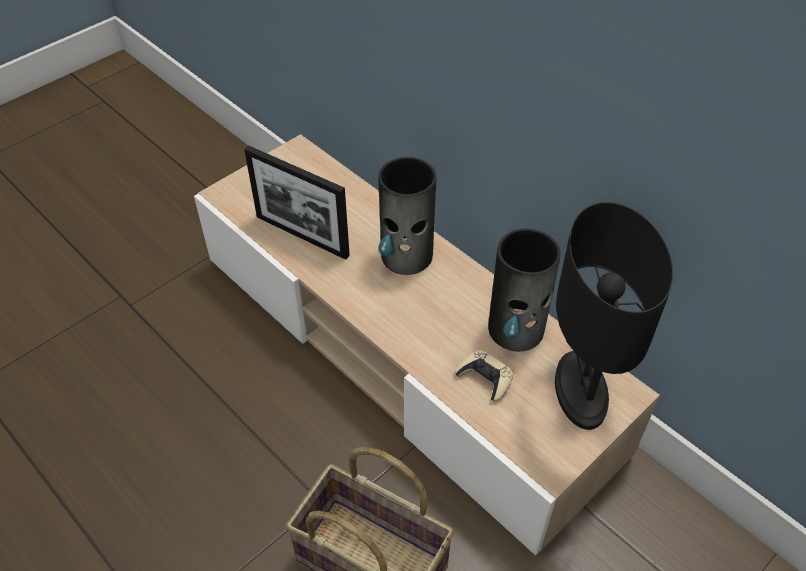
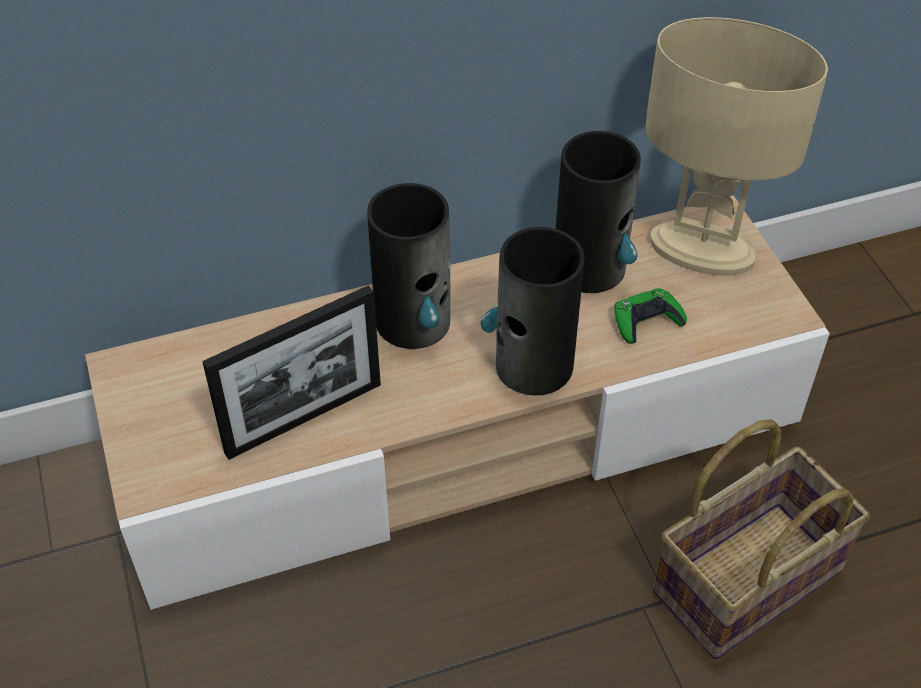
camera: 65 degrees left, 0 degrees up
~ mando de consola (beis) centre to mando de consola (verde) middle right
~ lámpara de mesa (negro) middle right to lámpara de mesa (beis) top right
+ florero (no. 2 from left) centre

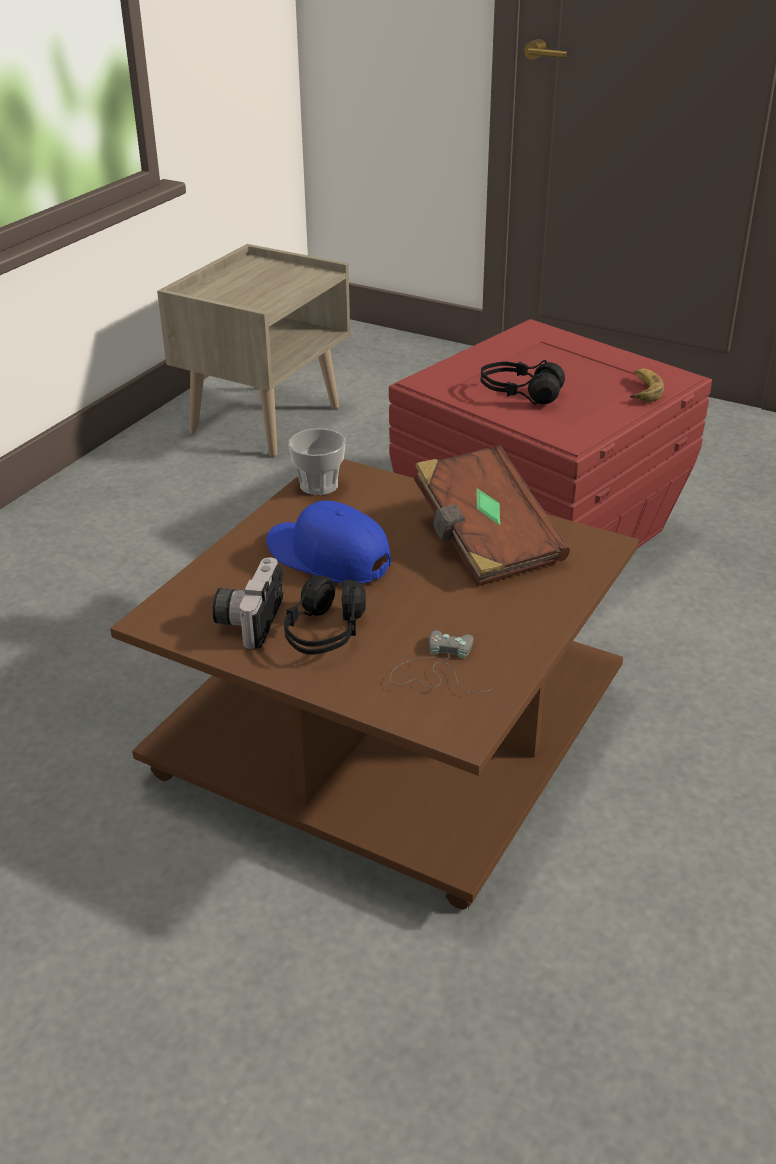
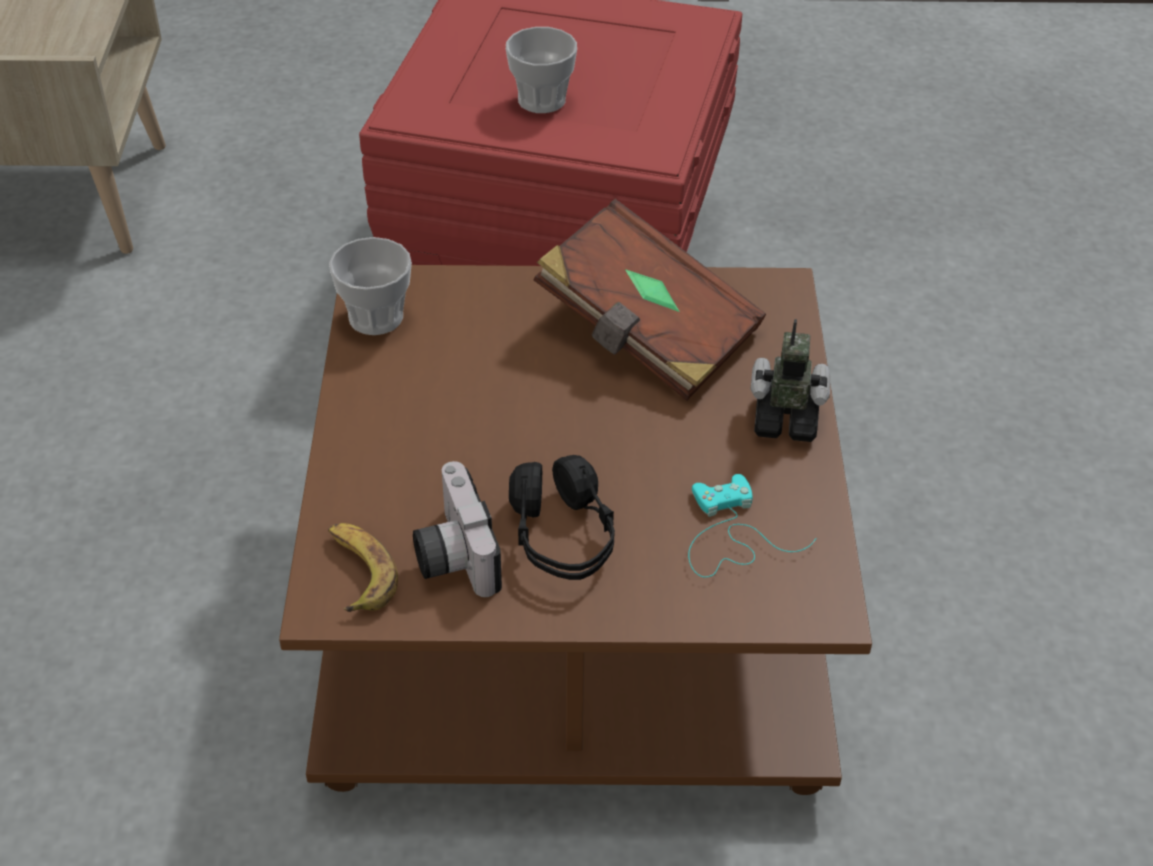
camera: 30 degrees left, 10 degrees up
- gorra (azul) centre
~ mando de consola (gris) centre to mando de consola (turquesa) centre
~ auriculares (negro) (no. 2 from left) top right to taza (no. 2 from left) top centre
~ plátano top right to middle left
+ robot de juguete middle right

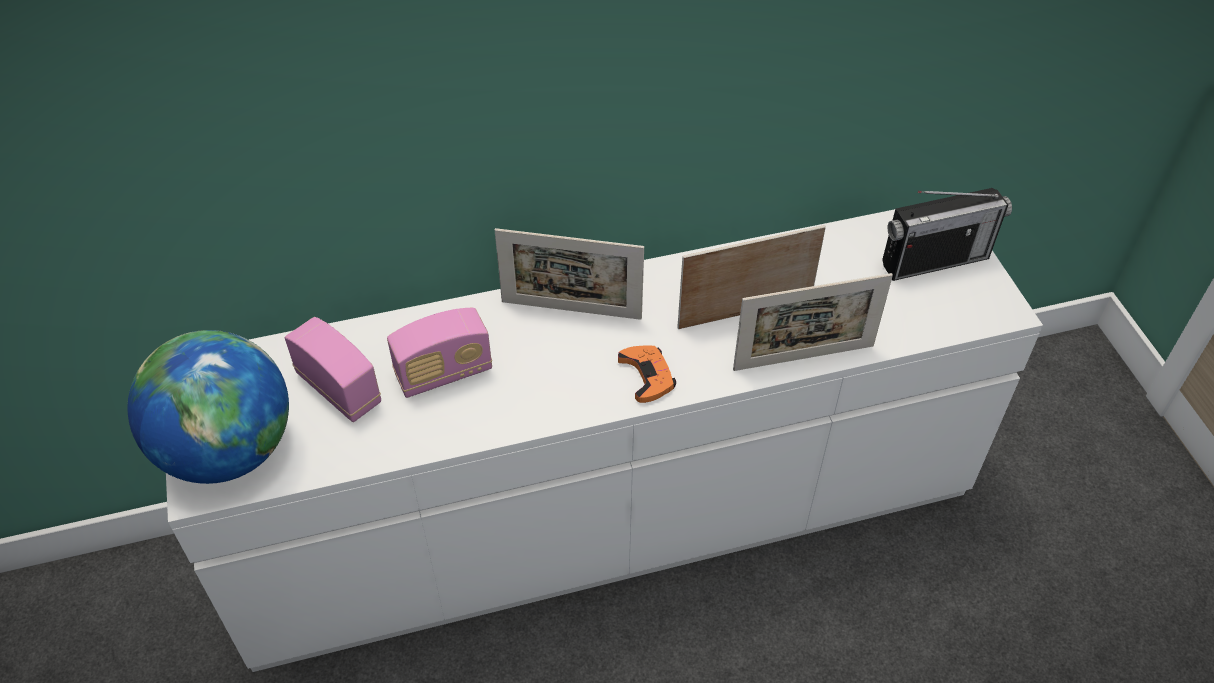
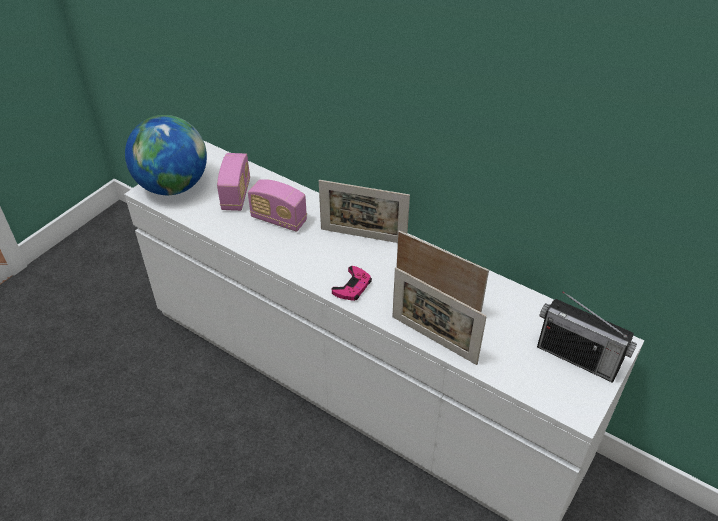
camera: 50 degrees right, 5 degrees down
~ portarretratos (no. 1 from left) centre = centre 45 degrees counterclockwise
~ mando de consola (naranja) centre to mando de consola (rosa) centre

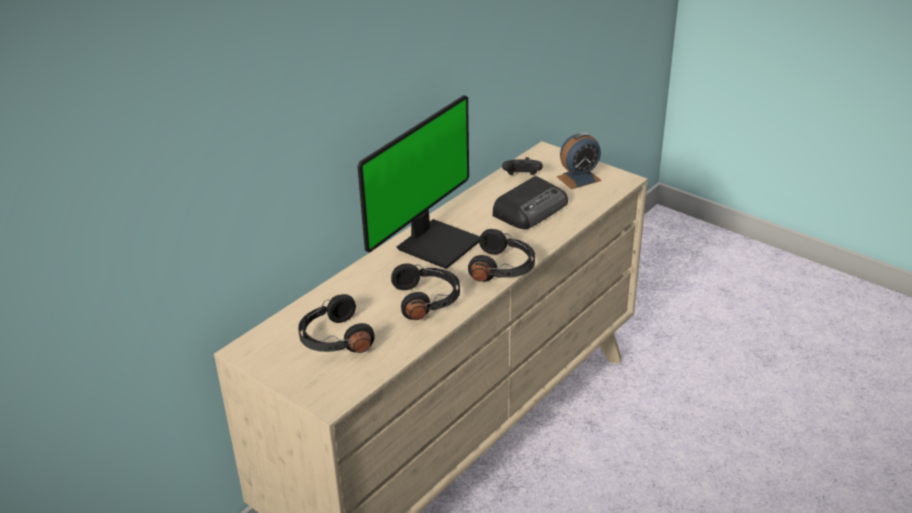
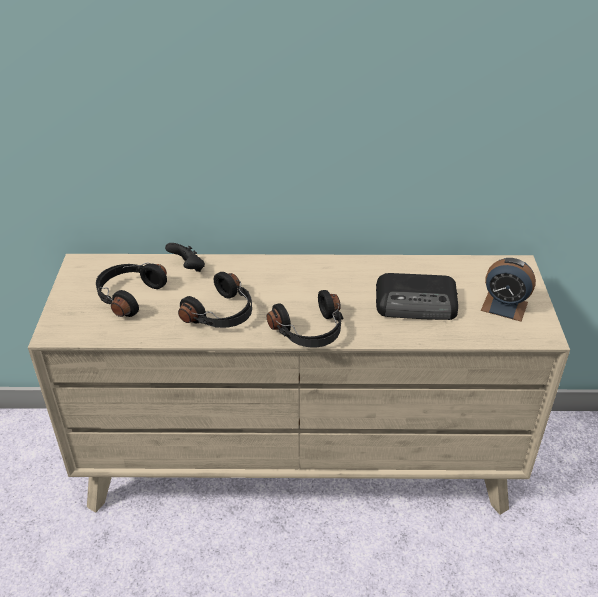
camera: 50 degrees right, 5 degrees up
- monitor centre
~ mando de consola (negro) top centre to middle left

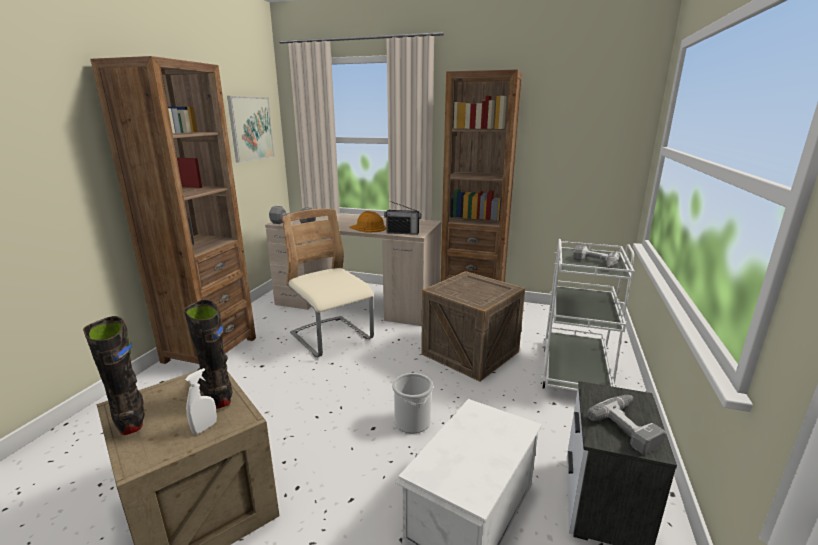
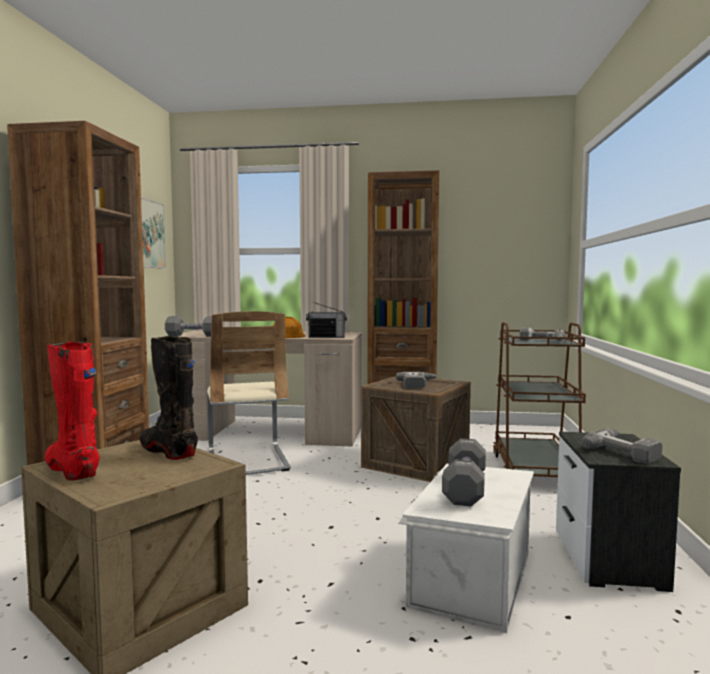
camera: 10 degrees left, 15 degrees down
~ bota (negro) (no. 1 from left) bottom left to bota (rojo) middle left
- pulverizador (blanco) bottom left
~ silla (beis) centre = centre 150 degrees counterclockwise
- cubo bottom centre
~ carrito (blanco) middle right to carrito (marrón) middle right
+ taladro (no. 1 from left) centre
+ mancuerna (gris) (no. 2 from left) bottom centre

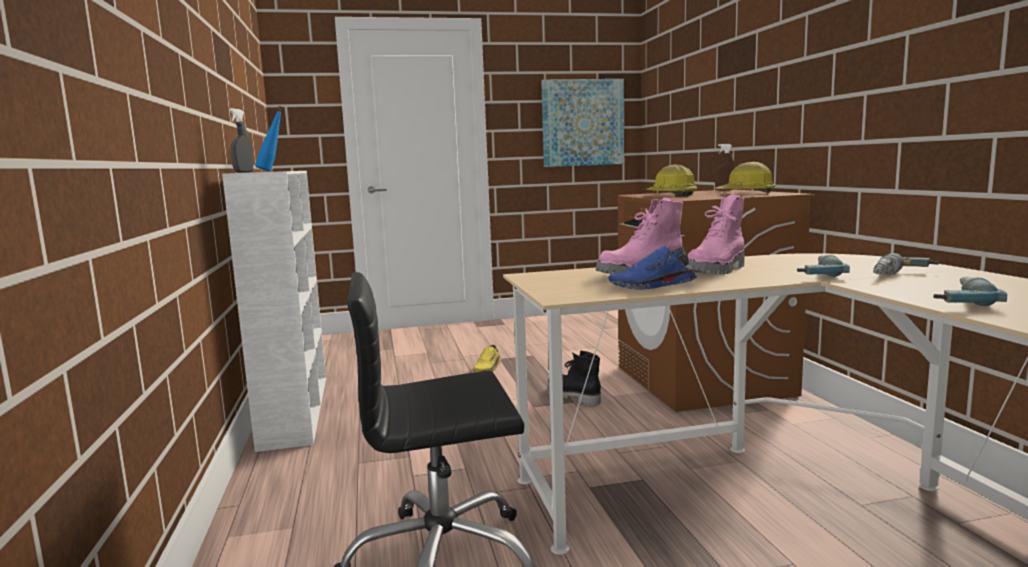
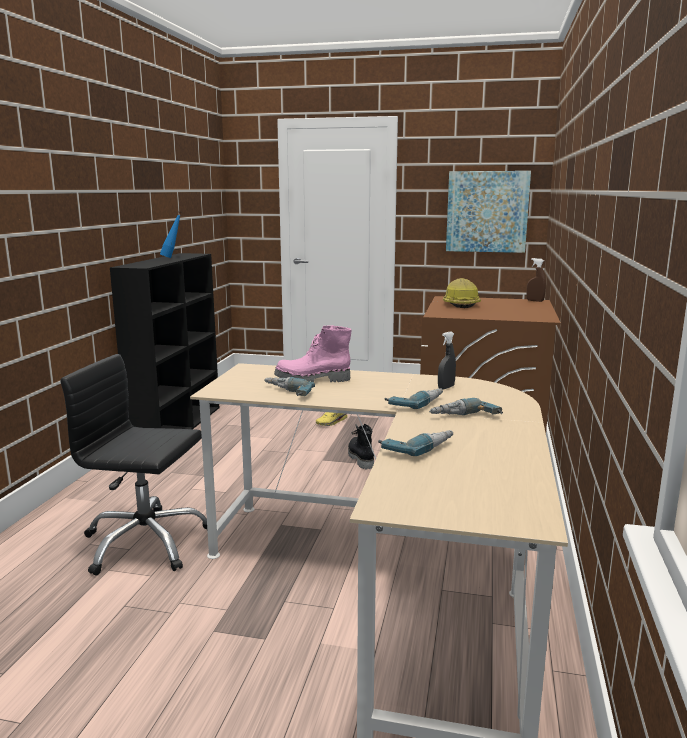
camera: 25 degrees right, 5 degrees up
~ estantería (blanco) middle left to estantería (negro) middle left
~ pulverizador (gris) top left to centre
~ zapato (azul) centre to taladro (no. 1 from left) centre
- bota (rosa) (no. 2 from left) middle right
- casco (no. 2 from left) top right

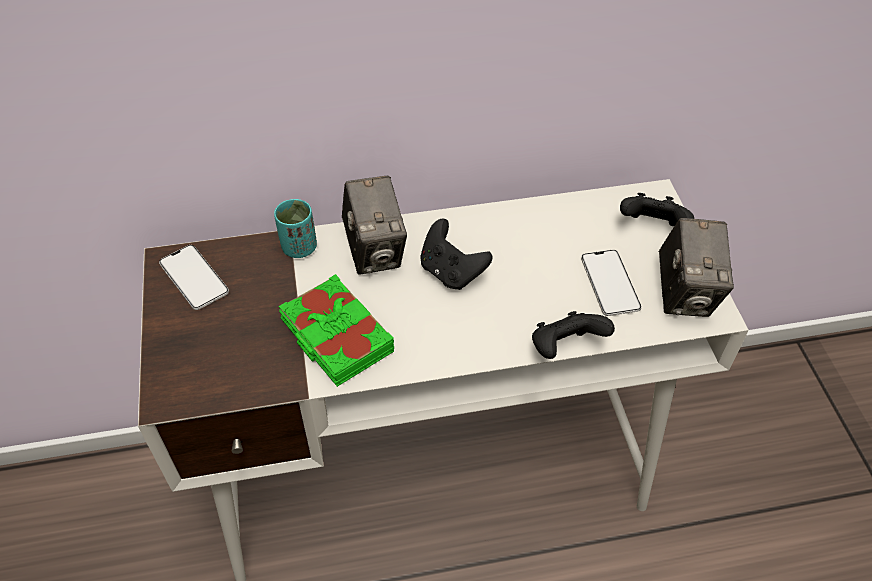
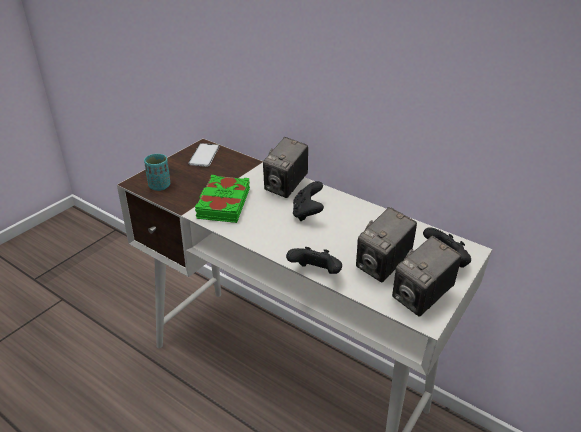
camera: 45 degrees right, 15 degrees down
~ taza (turquesa) centre to middle left
~ móvil (no. 2 from left) middle right to cámara (no. 2 from left) centre

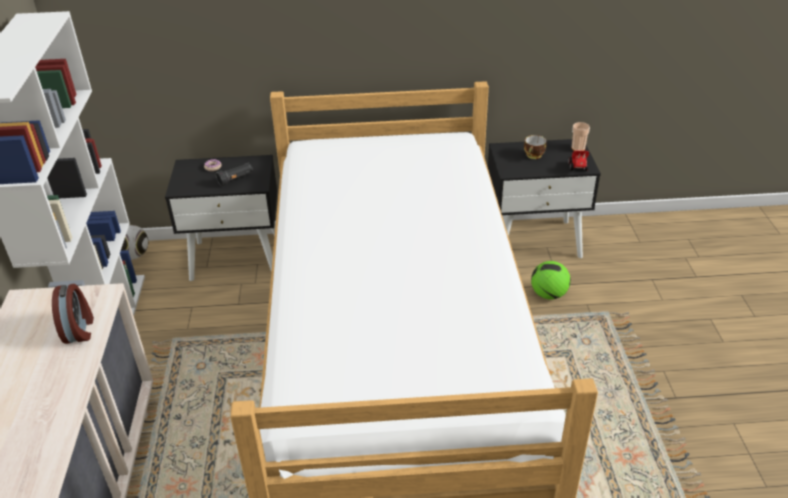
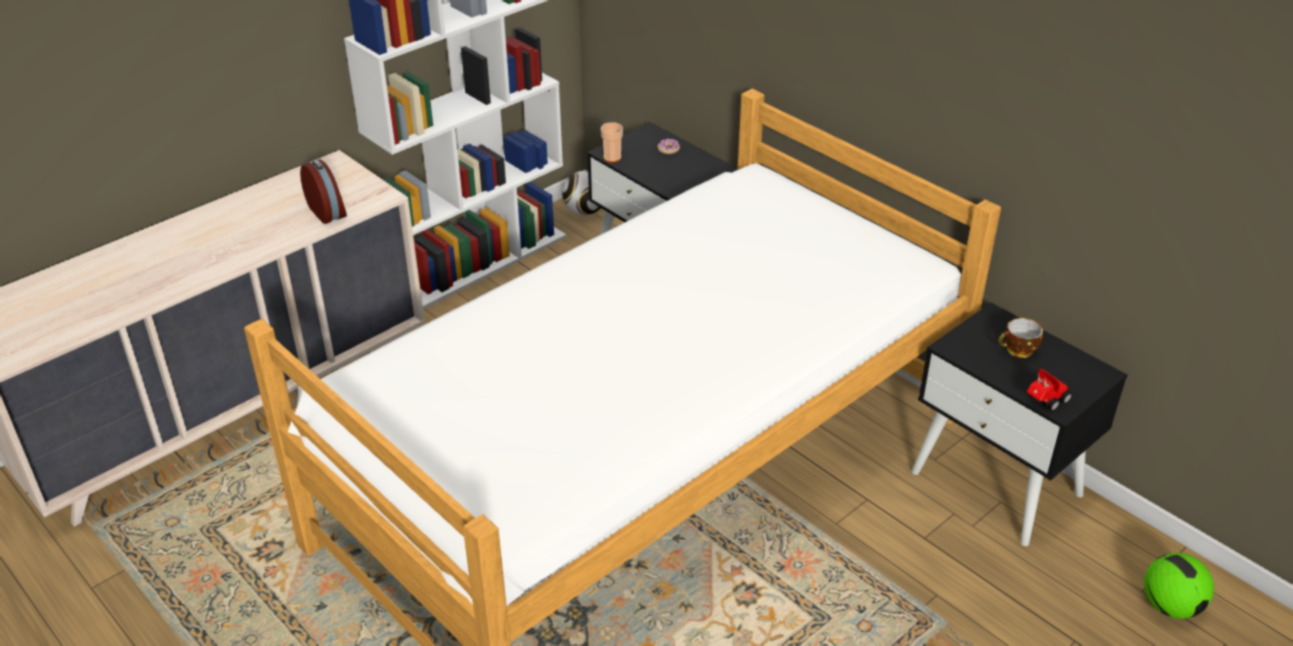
camera: 50 degrees right, 0 degrees up
~ despertador middle left = top left 75 degrees counterclockwise
- linterna (negro) middle left
~ balón de fútbol (no. 2 from left) middle right to bottom right
~ taza (no. 2 from left in the first image) top right to taza (no. 1 from left) top centre

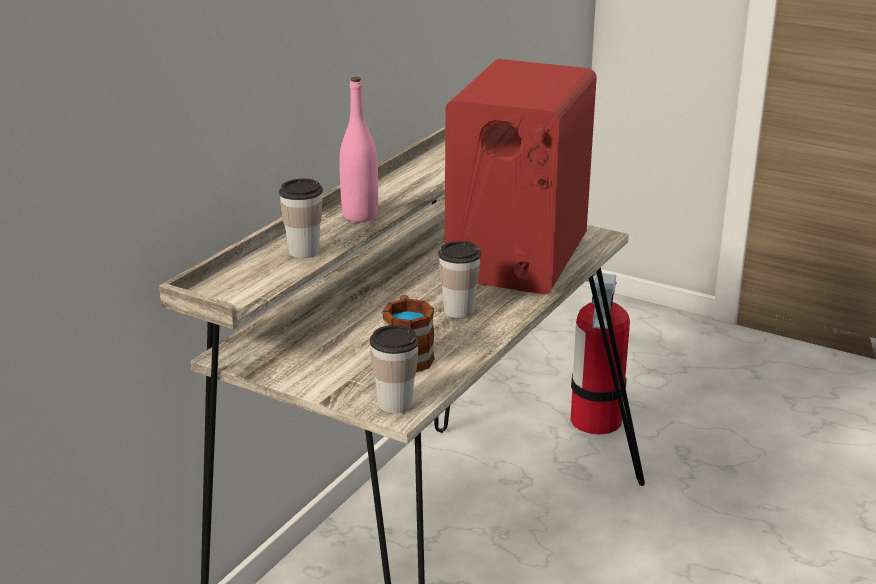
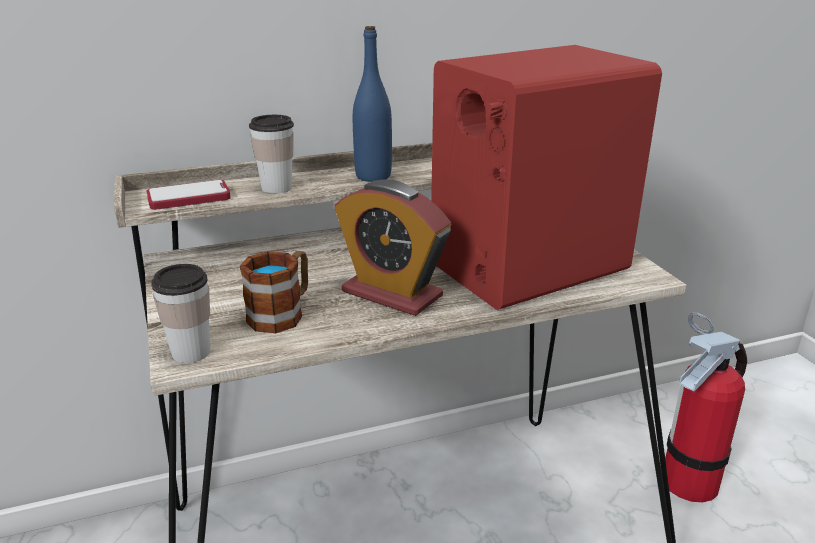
camera: 40 degrees right, 0 degrees up
~ botella (rosa) top centre to botella (azul) top centre
~ taza (no. 3 from left) centre to despertador centre
+ móvil middle left

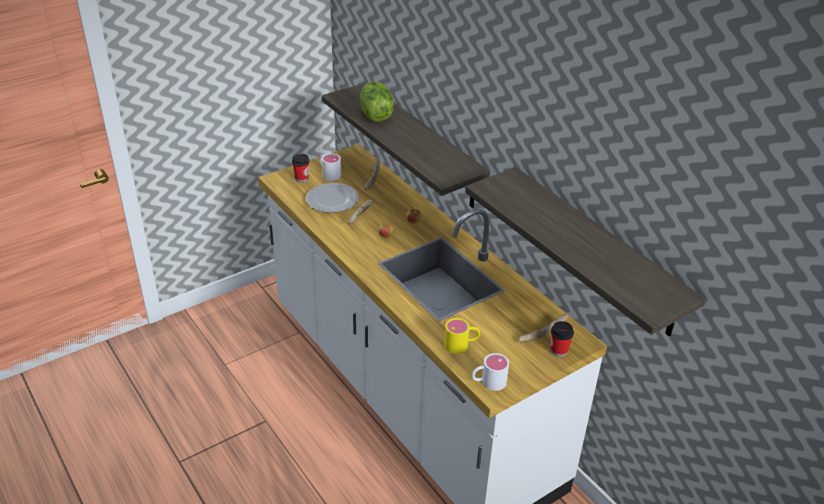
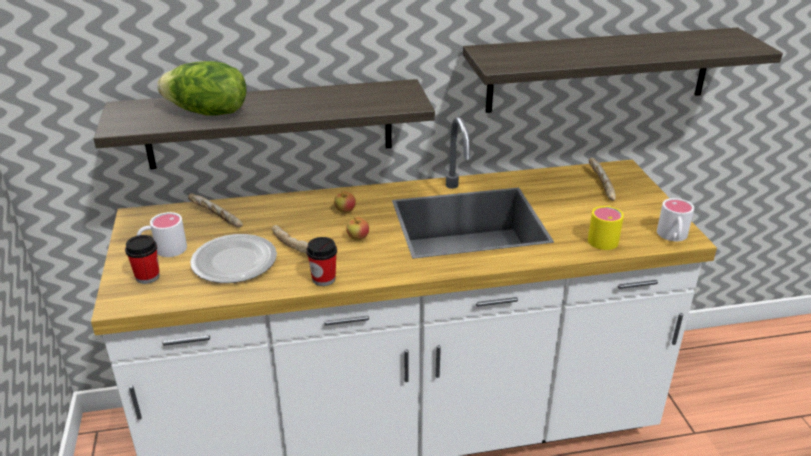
camera: 65 degrees left, 5 degrees down
~ taza (no. 2 from left) bottom right to centre

